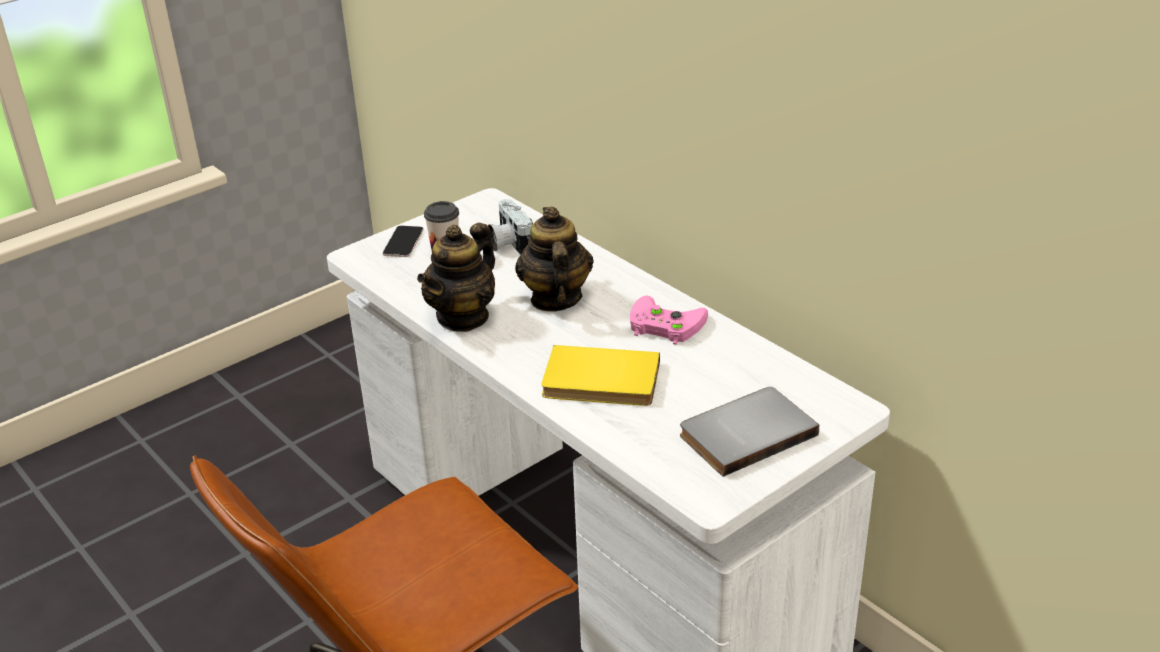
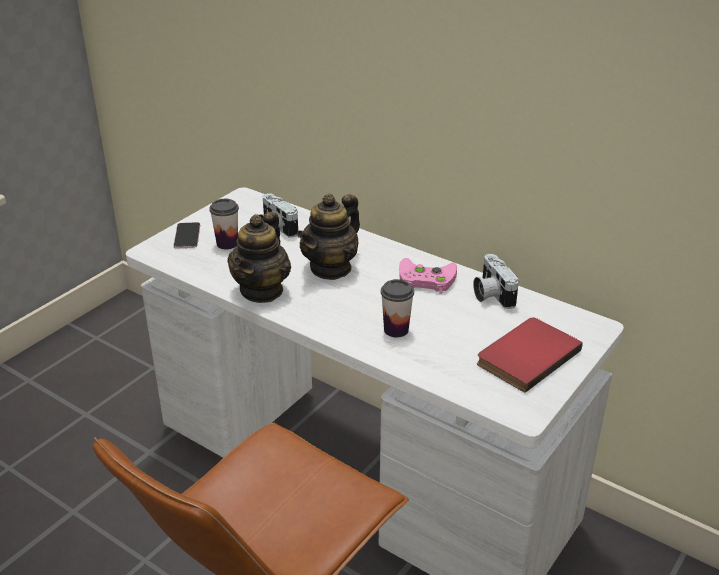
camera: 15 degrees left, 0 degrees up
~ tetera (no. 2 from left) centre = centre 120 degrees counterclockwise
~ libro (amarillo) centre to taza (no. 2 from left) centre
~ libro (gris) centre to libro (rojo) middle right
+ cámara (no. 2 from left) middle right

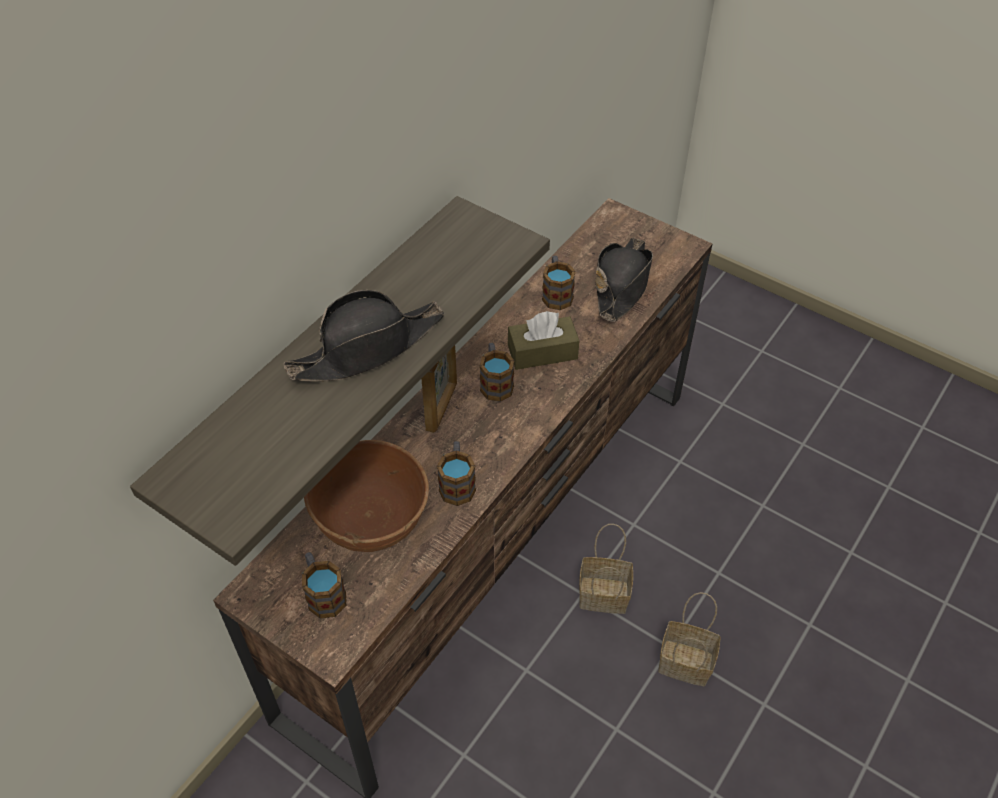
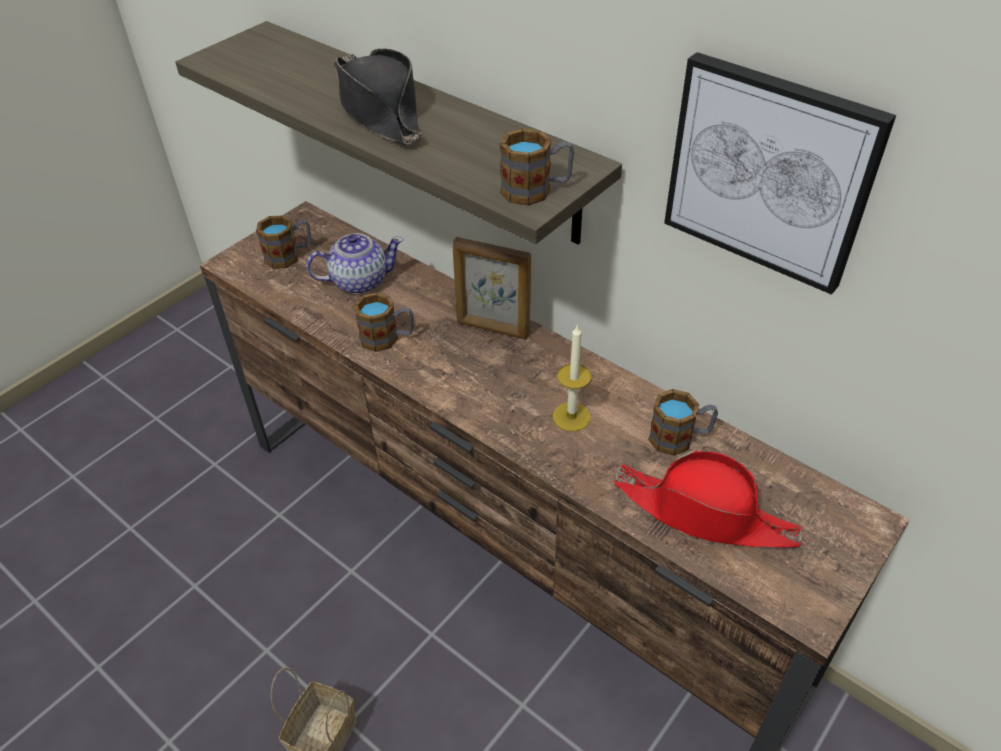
camera: 95 degrees right, 5 degrees down
~ cuenco (marrón) centre to tetera centre
~ taza grande (no. 3 from left) centre to top centre
~ caja de pañuelos (marrón) centre to vela centre
- cesta (no. 1 from left) bottom centre
~ sombrero (negro) (no. 2 from left) centre to sombrero (rojo) middle right
+ cuadro top right

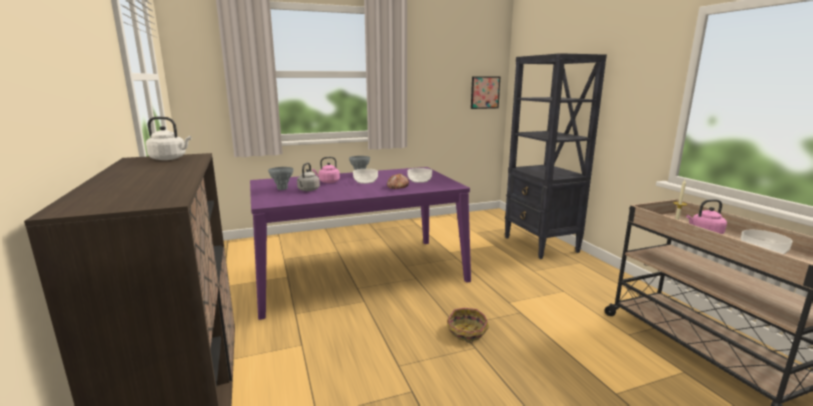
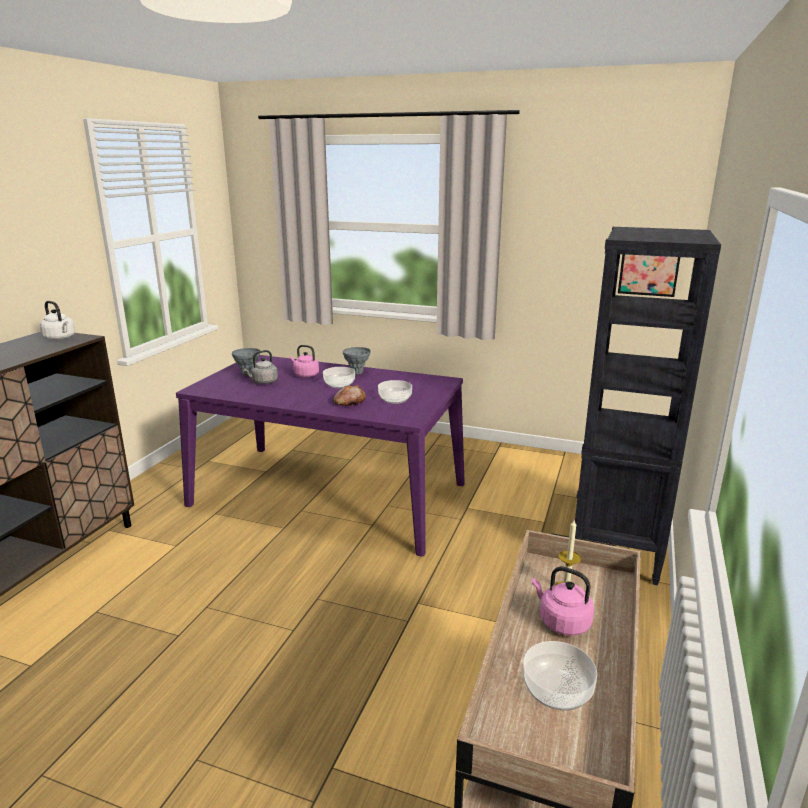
camera: 40 degrees right, 5 degrees up
- cesta bottom centre

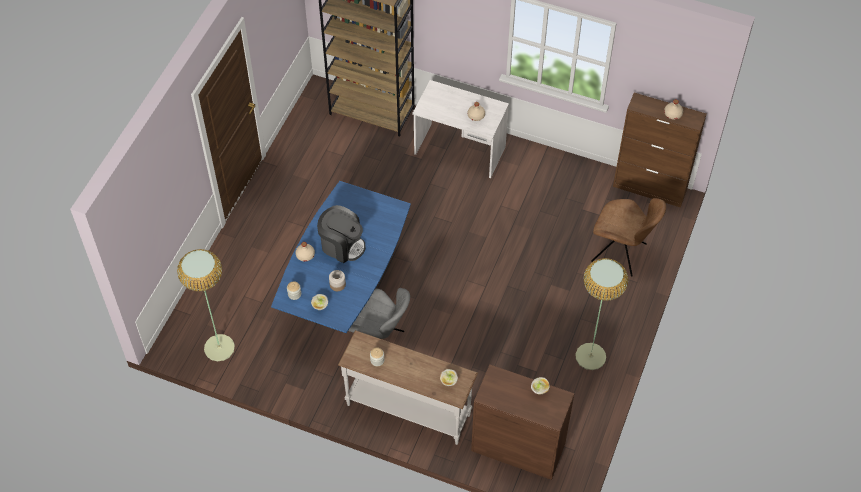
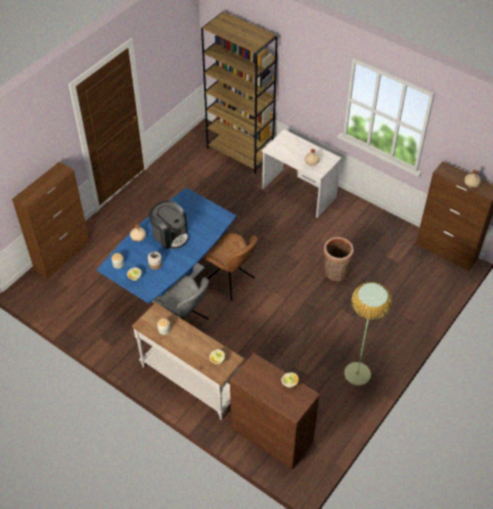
camera: 15 degrees right, 5 degrees down
- lámpara de pie (no. 1 from left) middle left
~ silla (marrón) middle right to centre
+ armario (marrón) (no. 1 from left) middle left
+ cesta middle right

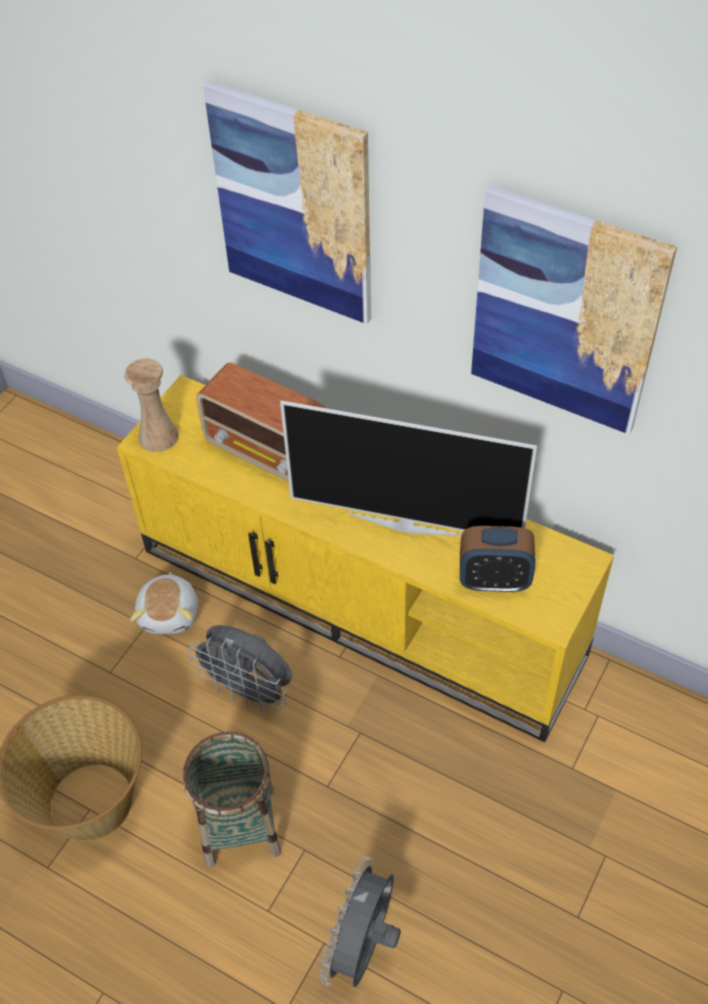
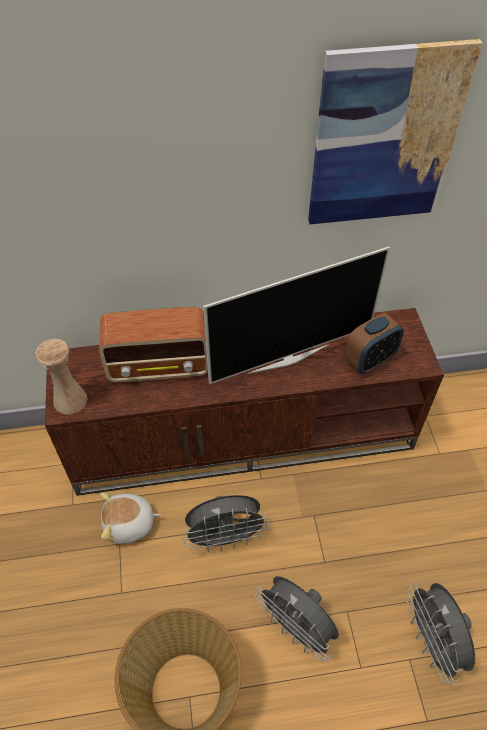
camera: 40 degrees left, 0 degrees up
~ mueble de televisión (amarillo) centre to mueble de televisión (marrón) centre
~ peluche middle left = bottom left 120 degrees clockwise
~ cesta (no. 2 from left) bottom left to ventilador (gris) (no. 2 from left) bottom centre
- cuadro (no. 1 from left) top centre

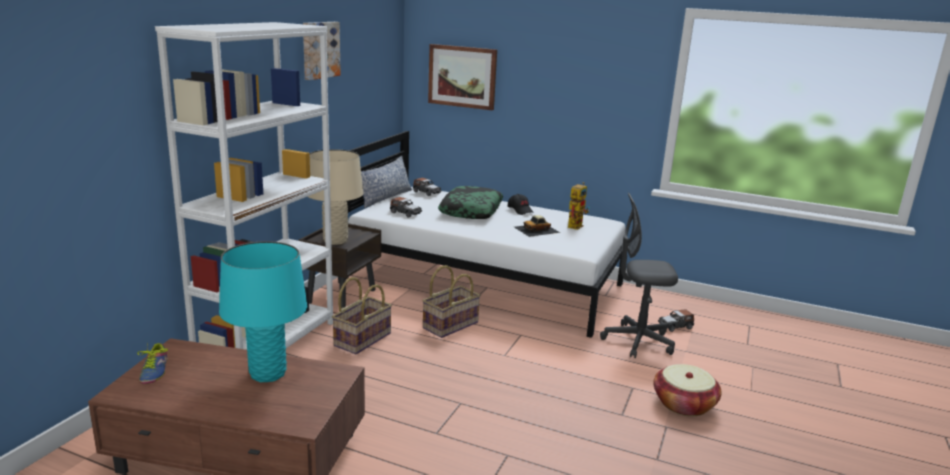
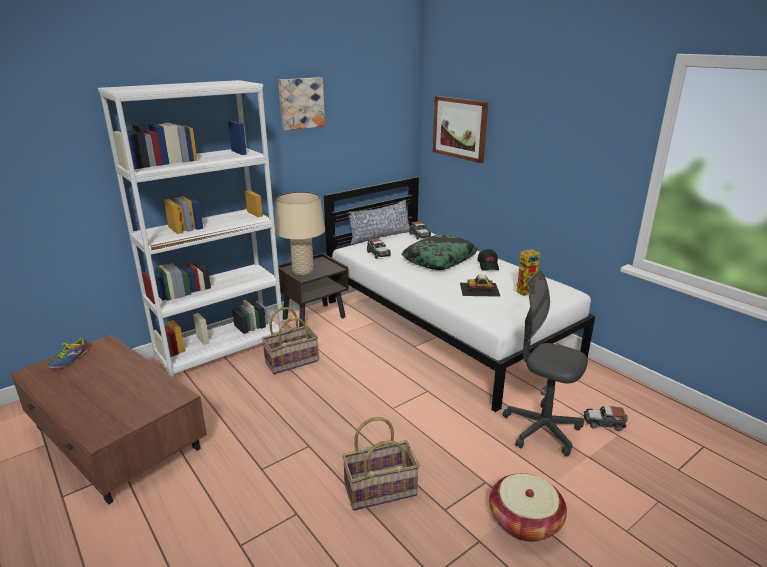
camera: 30 degrees right, 5 degrees up
- lámpara de mesa (turquesa) middle left
~ cesta (no. 2 from left) centre to bottom centre

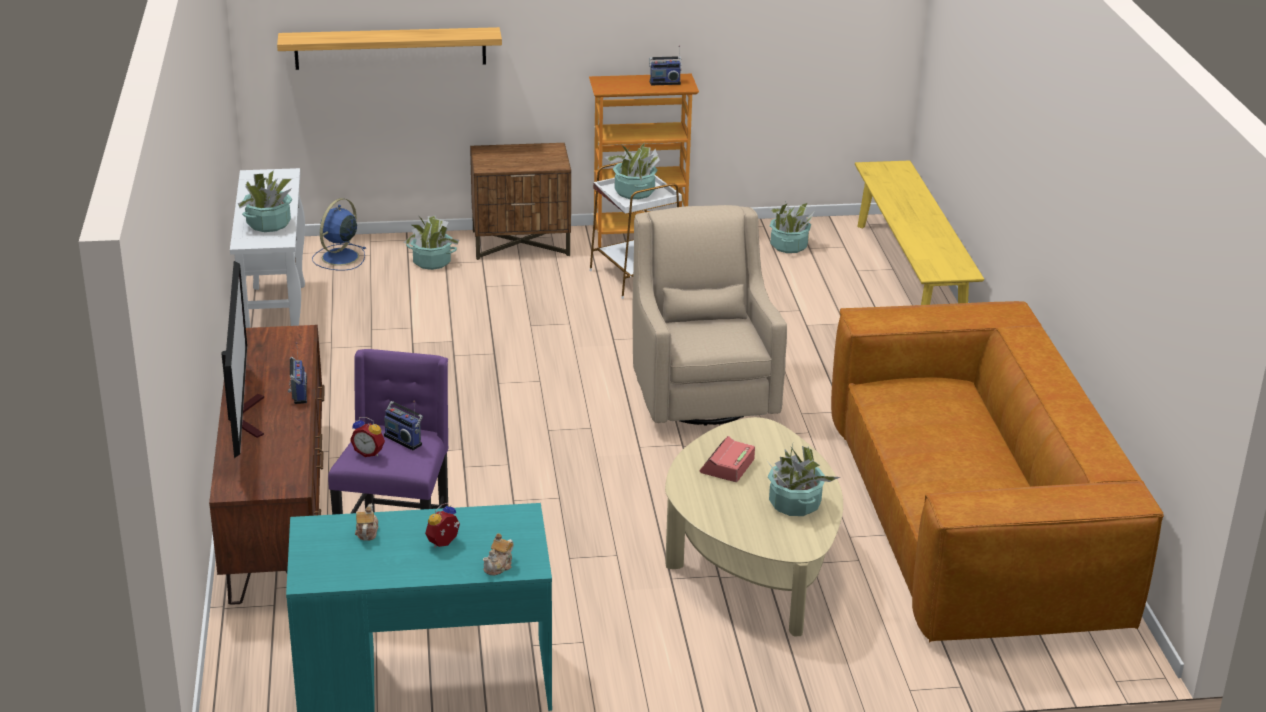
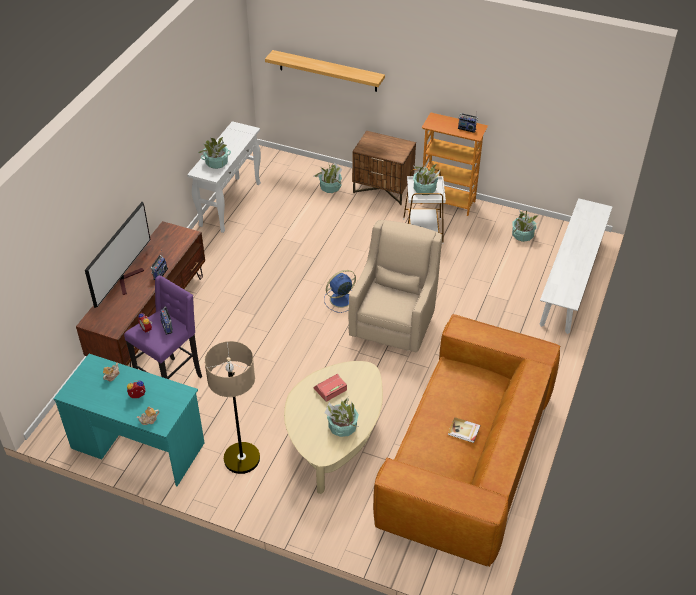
camera: 30 degrees right, 15 degrees up
~ ventilador (azul) top left to centre
~ banco (amarillo) top right to banco (blanco) middle right
+ lámpara de pie bottom centre
+ libro bottom right

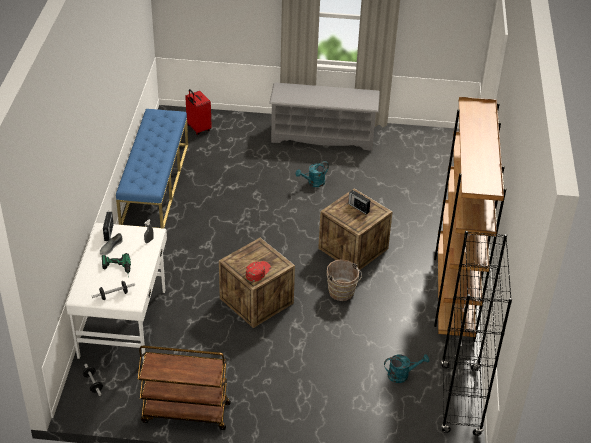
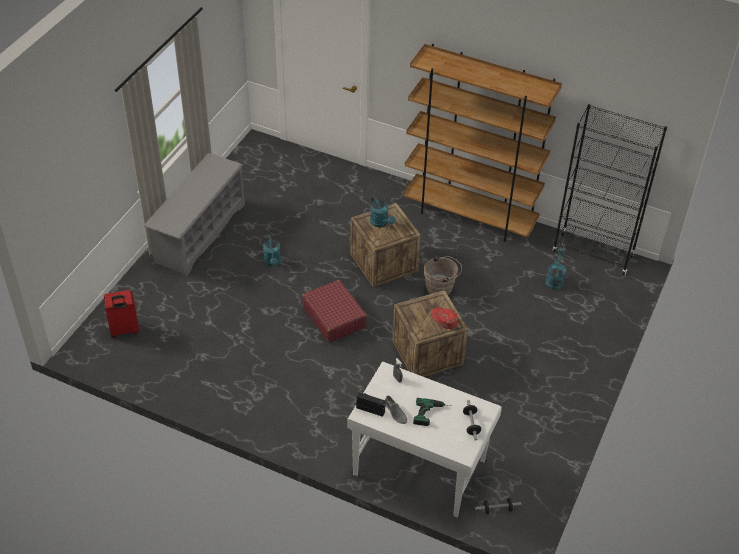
camera: 70 degrees left, 5 degrees up
- banco (azul) middle left
- carrito (marrón) bottom left
~ radio (no. 2 from left) centre to regadera (turquesa) (no. 2 from left) centre
+ maleta (rojo) (no. 2 from left) centre

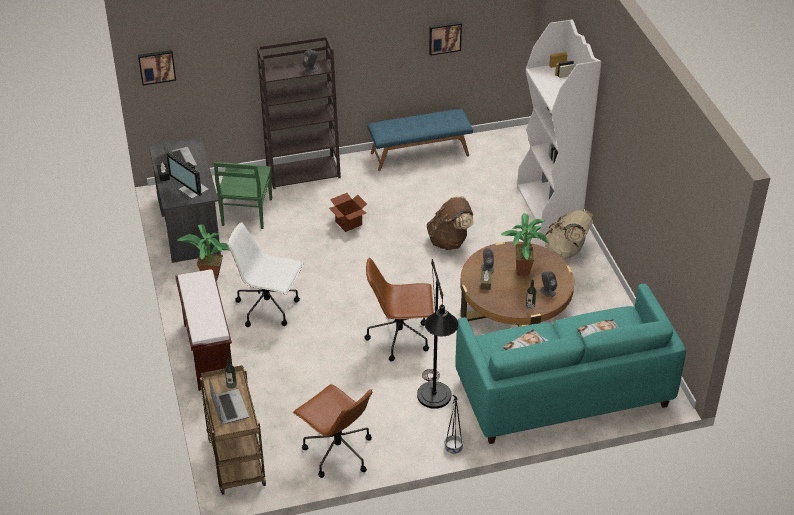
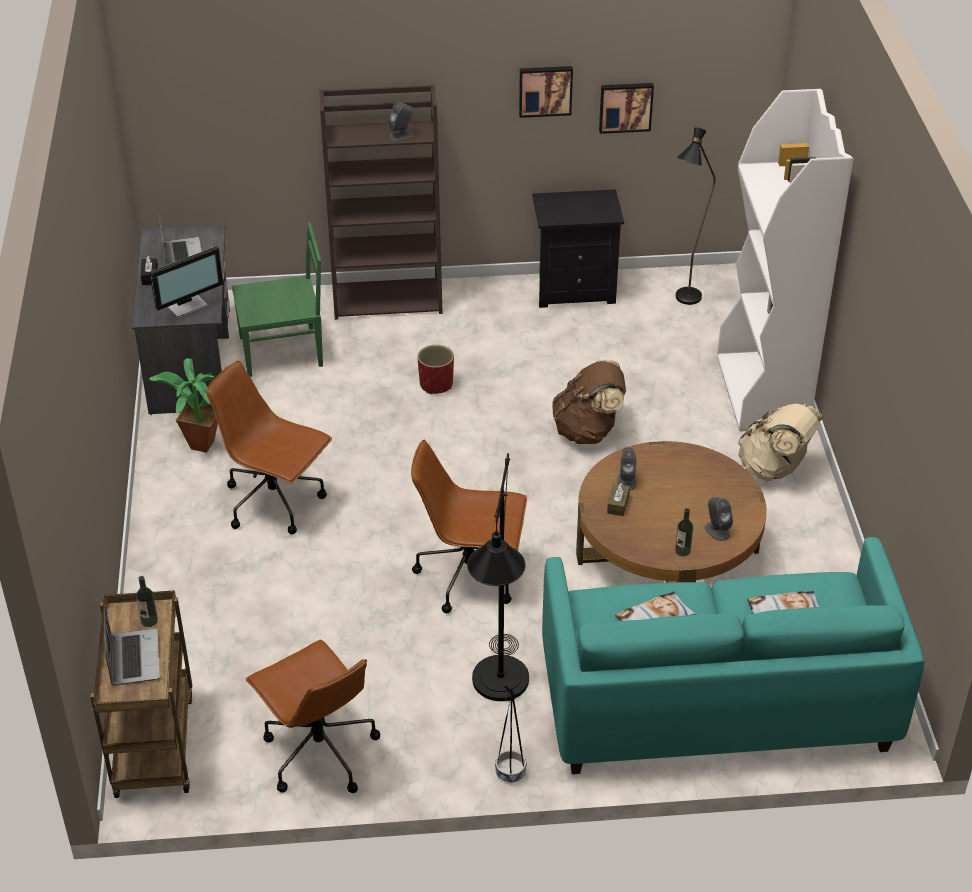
camera: 10 degrees right, 0 degrees up
~ cuadro (no. 1 from left) top left to top centre
~ monitor middle left = top left 90 degrees counterclockwise
- banco (marrón) middle left
~ silla (verde) middle left = middle left 120 degrees counterclockwise
~ silla de oficina (blanco) centre to silla de oficina (marrón) (no. 1 from left) middle left
~ caja de cartón centre to maceta (rojo) centre
~ banco (azul) top centre to mesita de noche (negro) top centre
- planta en maceta (no. 2 from left) centre
+ lámpara de pie (negro) (no. 2 from left) top right

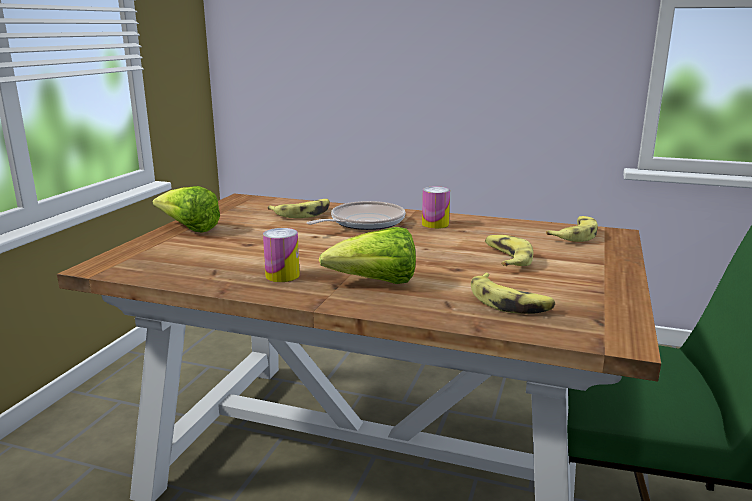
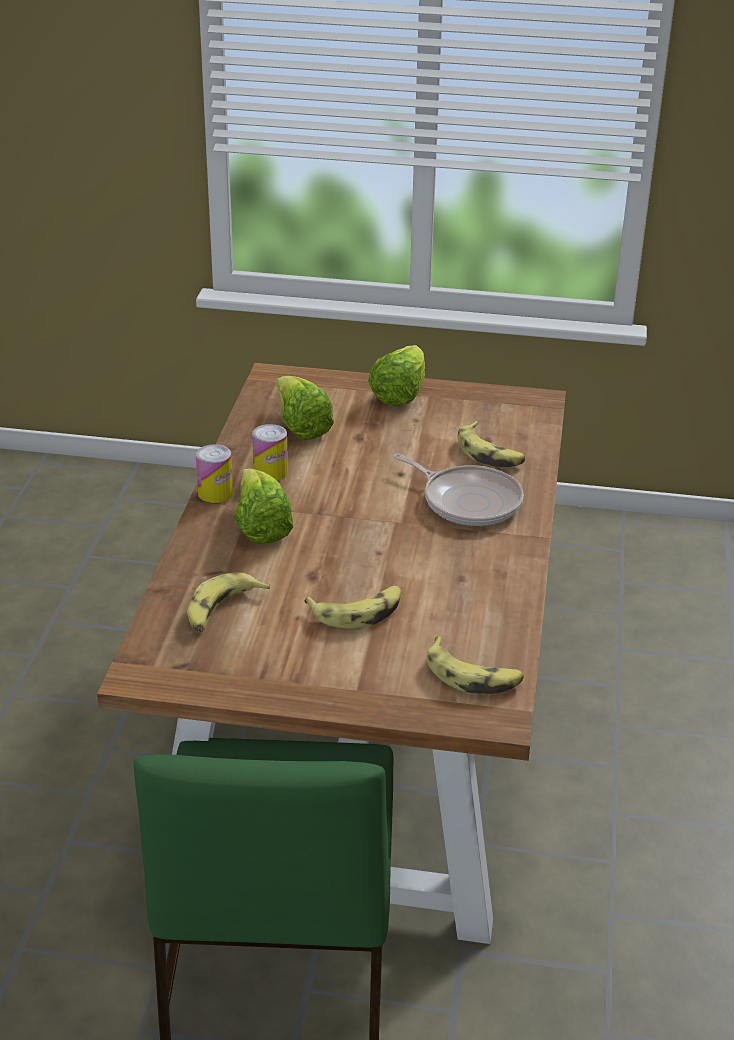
camera: 80 degrees right, 15 degrees up
~ lata (no. 2 from left in the first image) centre to lata (no. 1 from left) middle left
+ lechuga (no. 2 from left) centre

